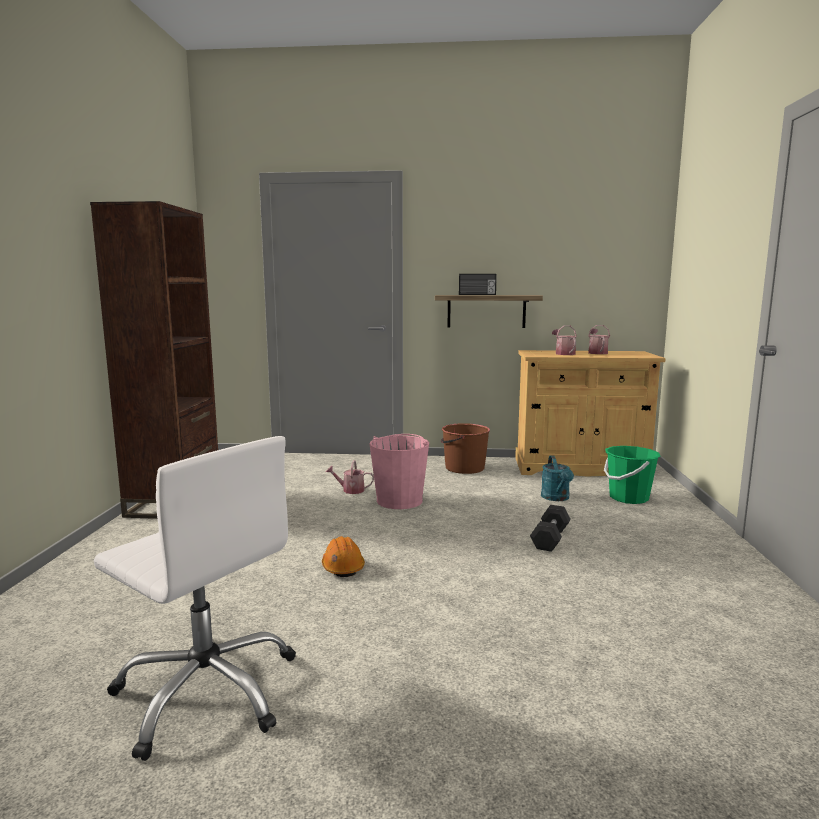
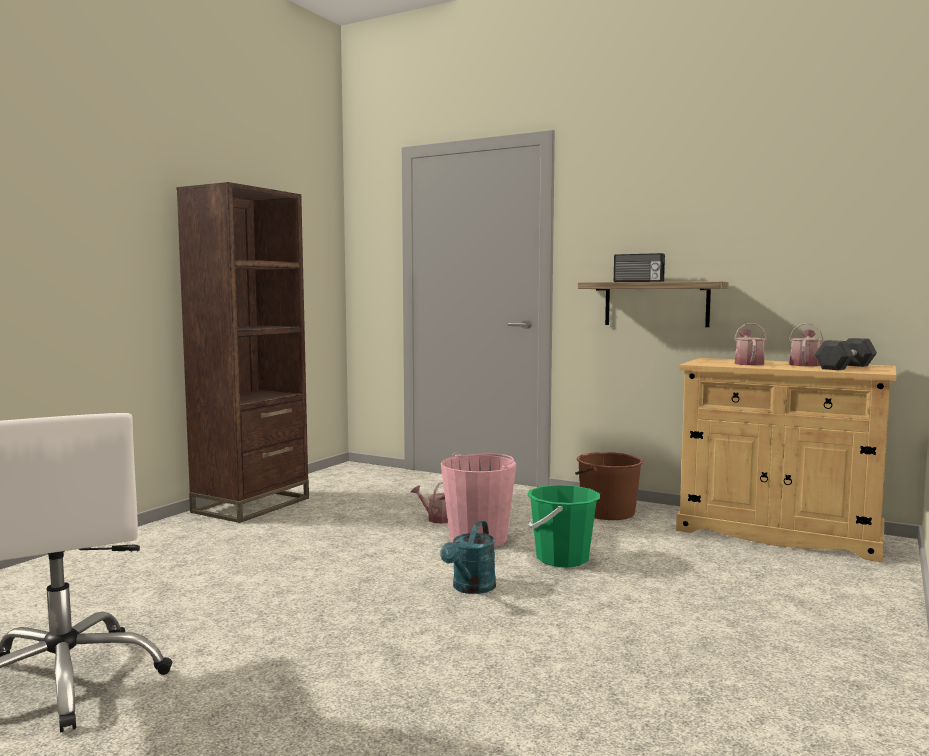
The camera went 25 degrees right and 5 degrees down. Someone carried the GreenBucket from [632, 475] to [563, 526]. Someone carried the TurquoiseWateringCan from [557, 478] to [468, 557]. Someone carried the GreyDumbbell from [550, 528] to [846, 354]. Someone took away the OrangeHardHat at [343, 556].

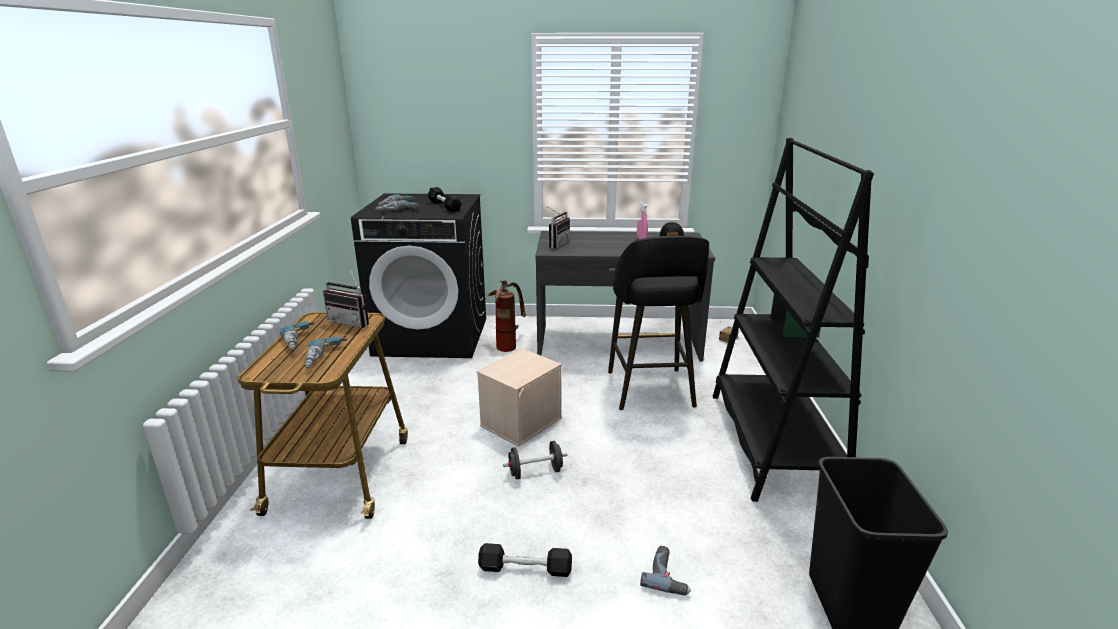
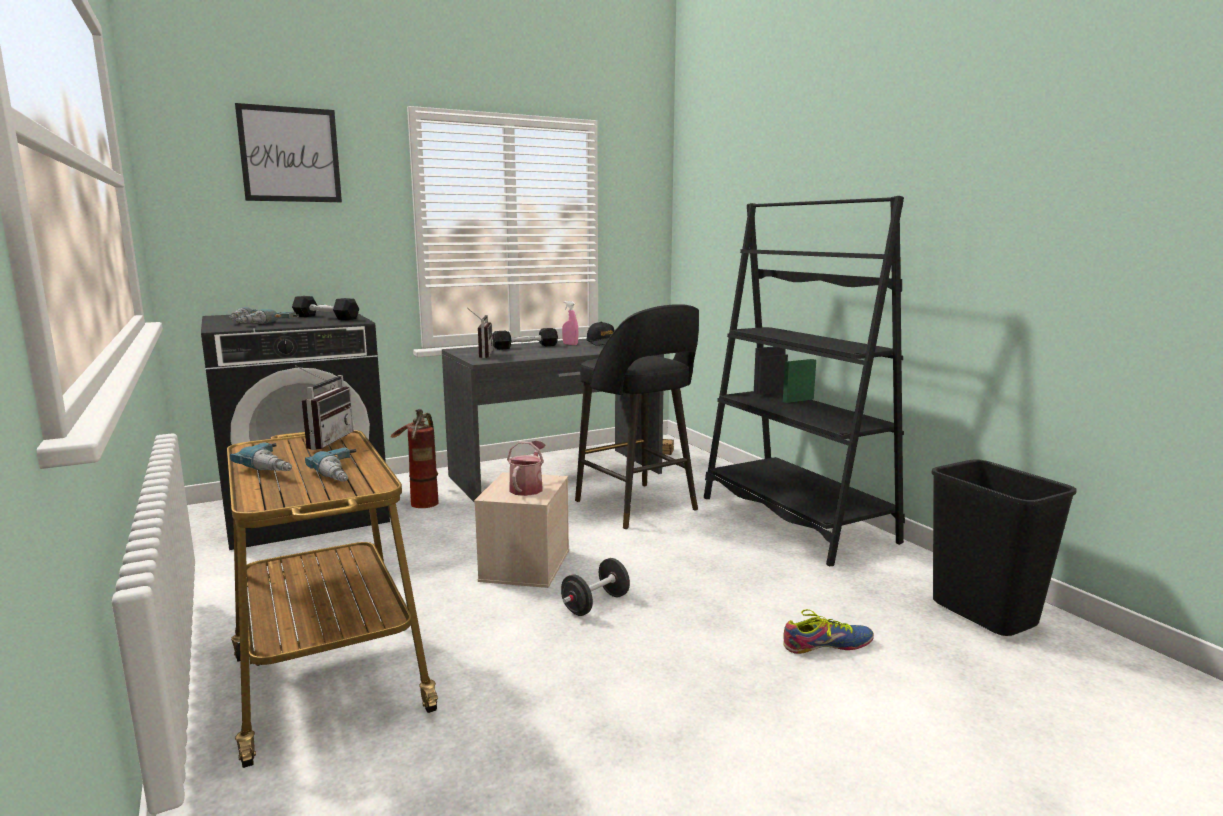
The camera went 30 degrees left and 10 degrees down. Someone rotated the Radio at [346, 298] by 75 degrees counterclockwise. Someone carried the BlackDumbbell from [525, 560] to [525, 339]. Someone swapped the PowerDrill at [665, 571] for the Shoe at [828, 631]. Someone put up the Picture at [288, 152]. Someone put down the WateringCan at [526, 468].

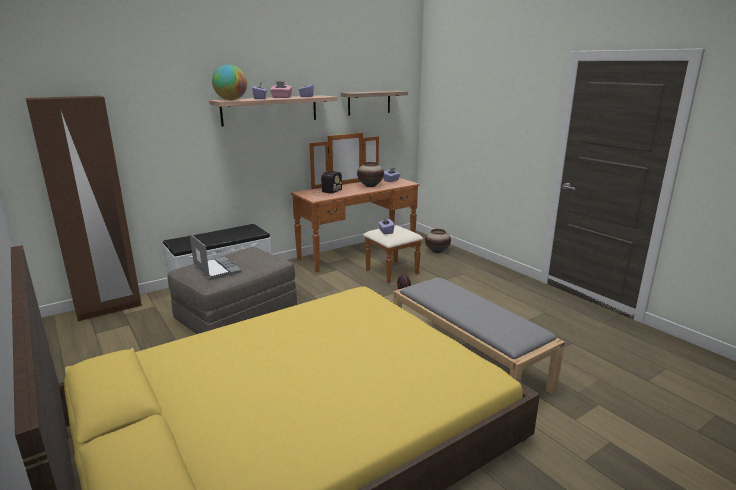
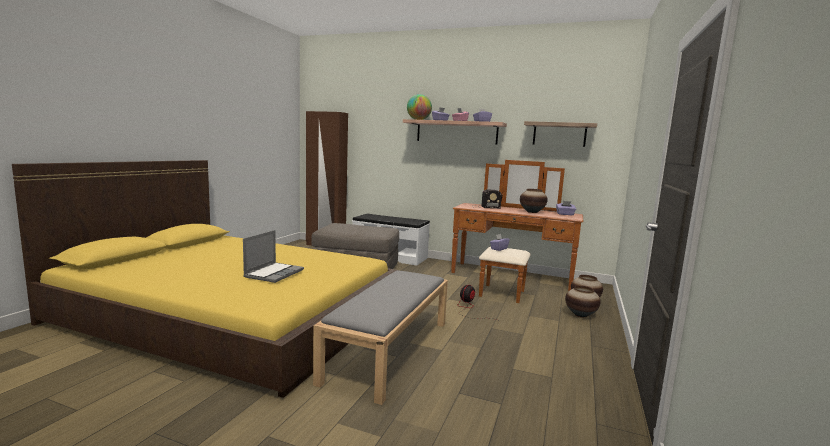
The camera went 55 degrees right and 10 degrees down. Someone carried the Laptop from [215, 256] to [273, 256]. Someone put down the Vase at [583, 301].

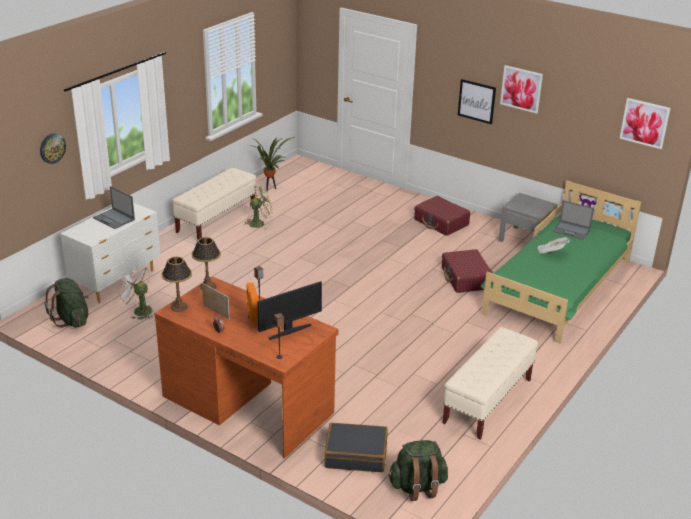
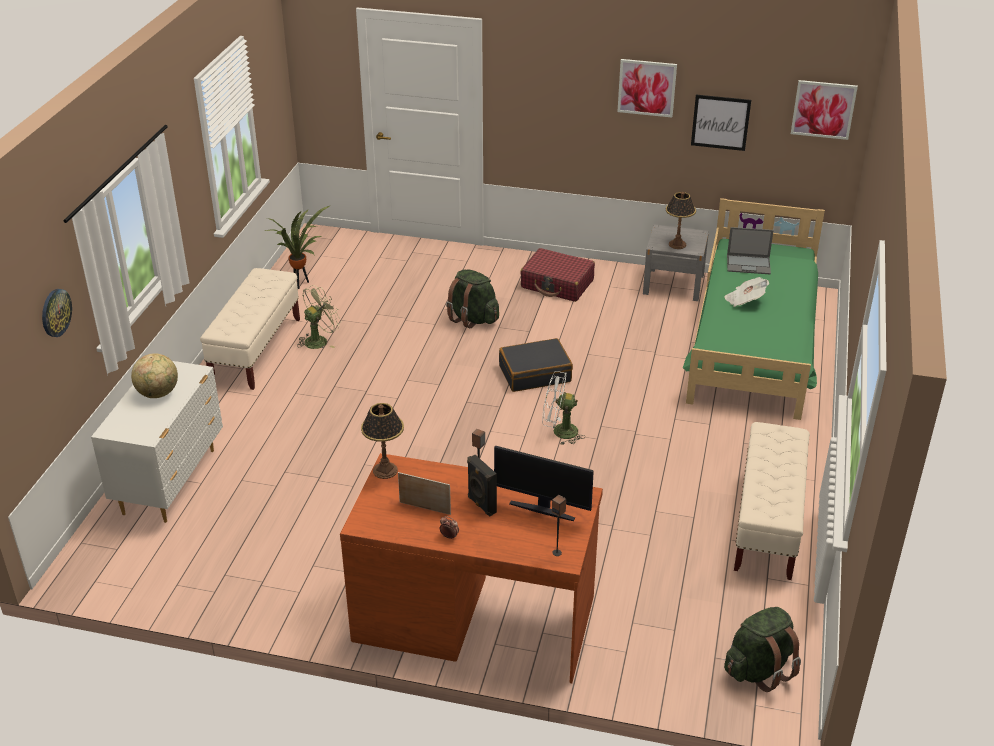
The camera went 20 degrees left and 5 degrees up. Someone carried the Picture from [477, 101] to [721, 123]. Someone swapped the Laptop at [114, 207] for the Globe at [154, 375]. Someone took away the RedSuitcase at [467, 271]. Someone carried the TableLamp from [177, 284] to [681, 220]. Someone carried the WhiteFan from [135, 292] to [564, 408]. Someone carried the GreenBackpack from [67, 303] to [472, 298]. Someone rotated the Monitor at [289, 310] by 75 degrees clockwise. Someone repainted the OrangeSpeaker at [252, 304], which became the BlackSpeaker at [482, 485]. Someone carried the BlackSuitcase from [356, 447] to [536, 365].

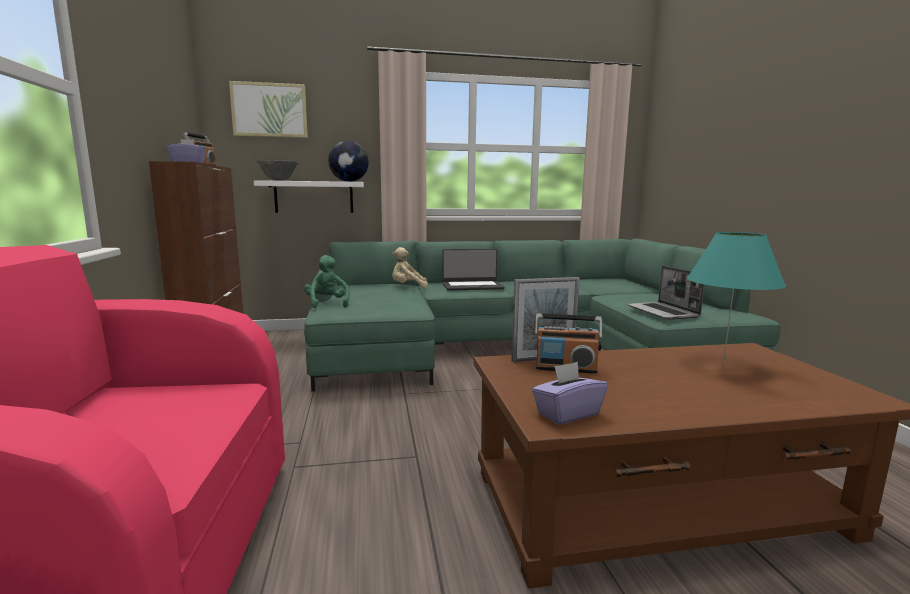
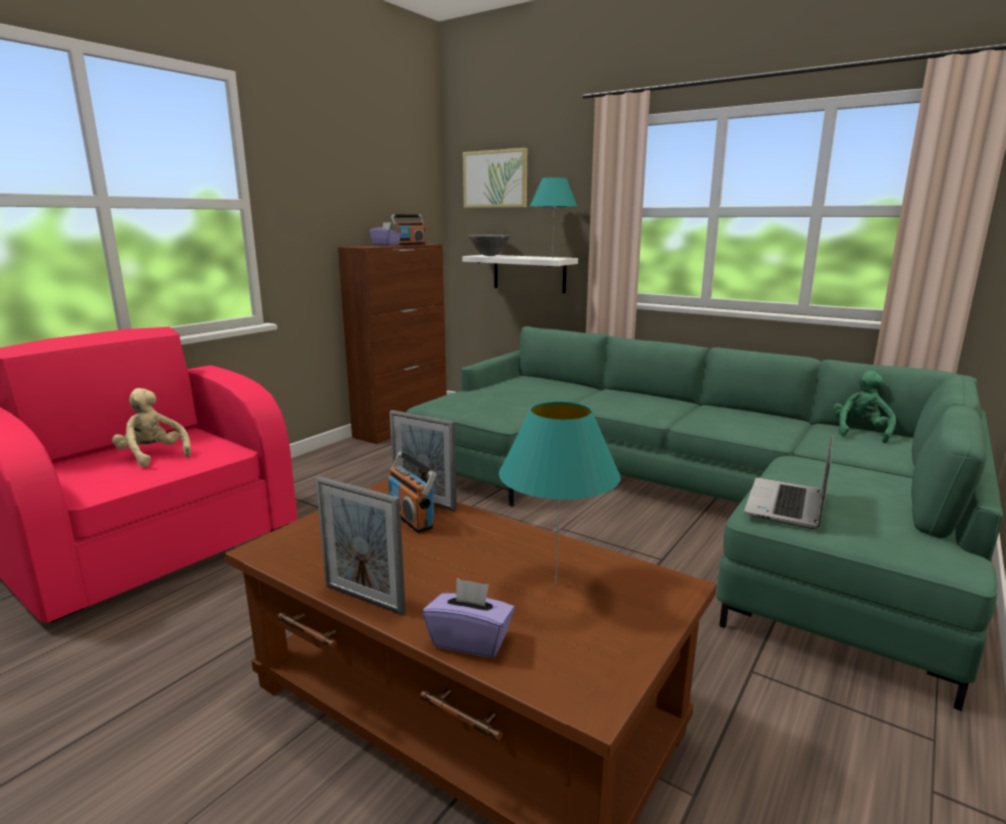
The camera went 45 degrees right and 5 degrees up. Someone swapped the Globe at [348, 161] for the TurquoiseTableLamp at [553, 217]. Someone carried the BeigePlushToy from [410, 267] to [151, 427]. Someone took away the Laptop at [473, 270]. Someone carried the GreenPlushToy from [327, 281] to [864, 407]. Someone carried the PurpleTissueBox from [570, 393] to [469, 618]. Someone put down the PictureFrame at [361, 545].

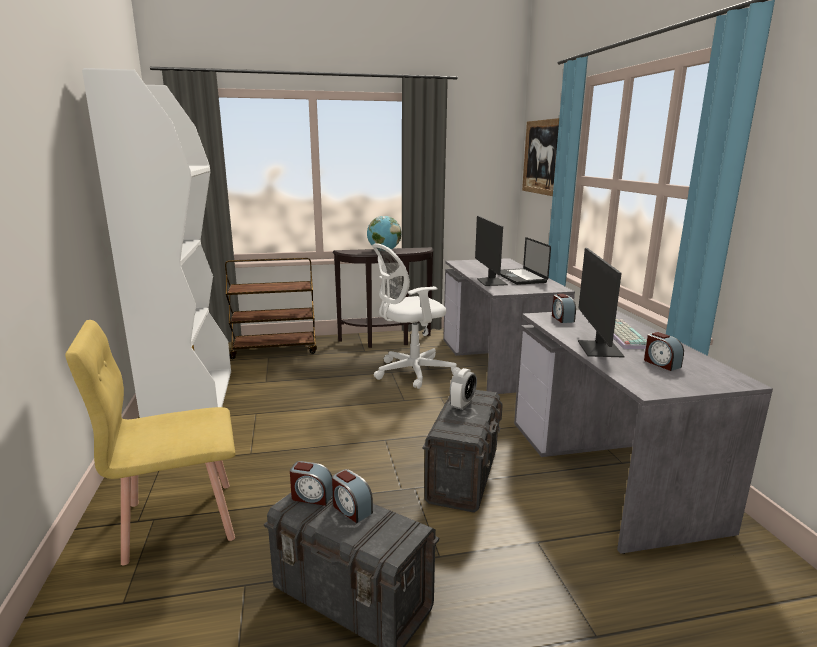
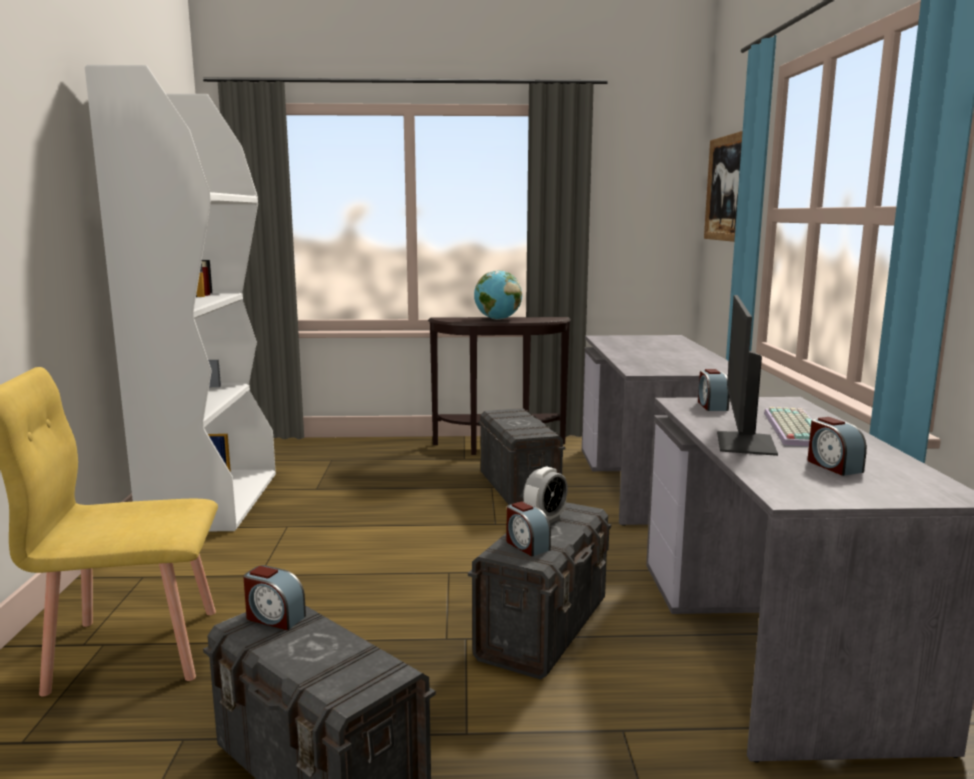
The camera went 10 degrees right and 5 degrees down. Someone took away the Monitor at [491, 251]. Someone took away the Laptop at [525, 261]. Someone swapped the WhiteOfficeChair at [416, 316] for the GreyStorageBox at [522, 456]. Someone took away the BrownCart at [271, 308]. Someone carried the AlarmClock from [352, 496] to [529, 528].

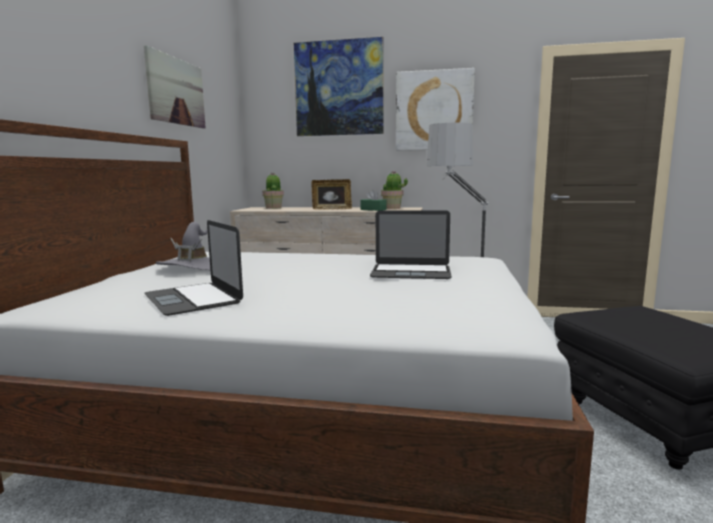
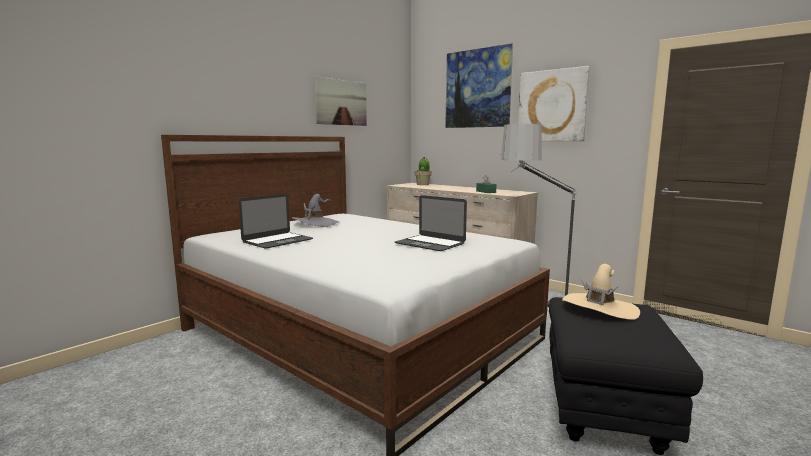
The camera went 30 degrees right and 0 degrees up. Someone took away the PottedPlant at [394, 190]. Someone took away the PictureFrame at [331, 194]. Someone rotated the Laptop at [193, 268] by 135 degrees counterclockwise. Someone put down the BeigeHat at [601, 292].

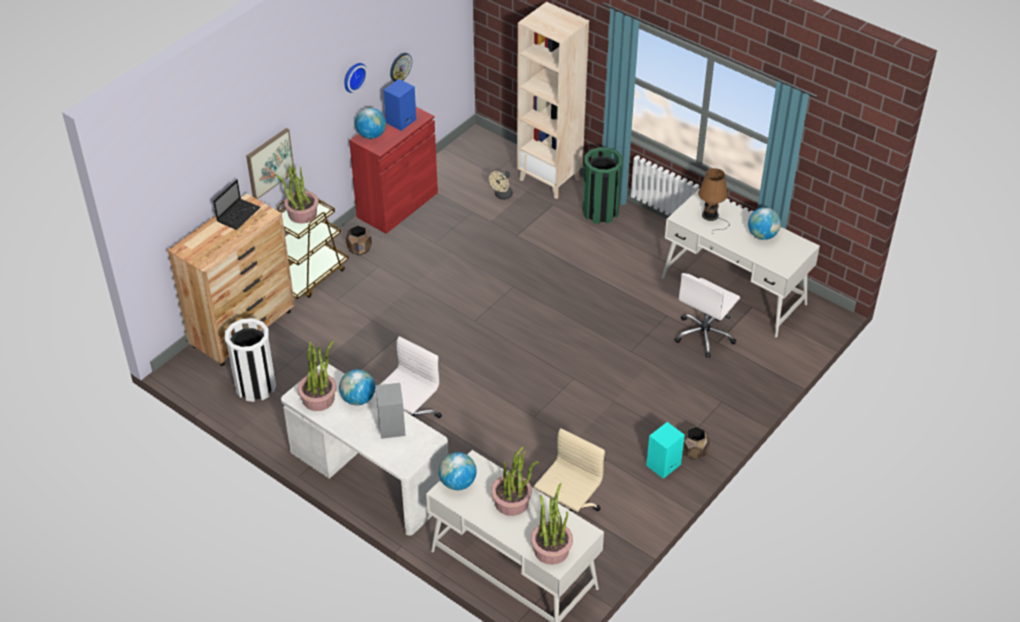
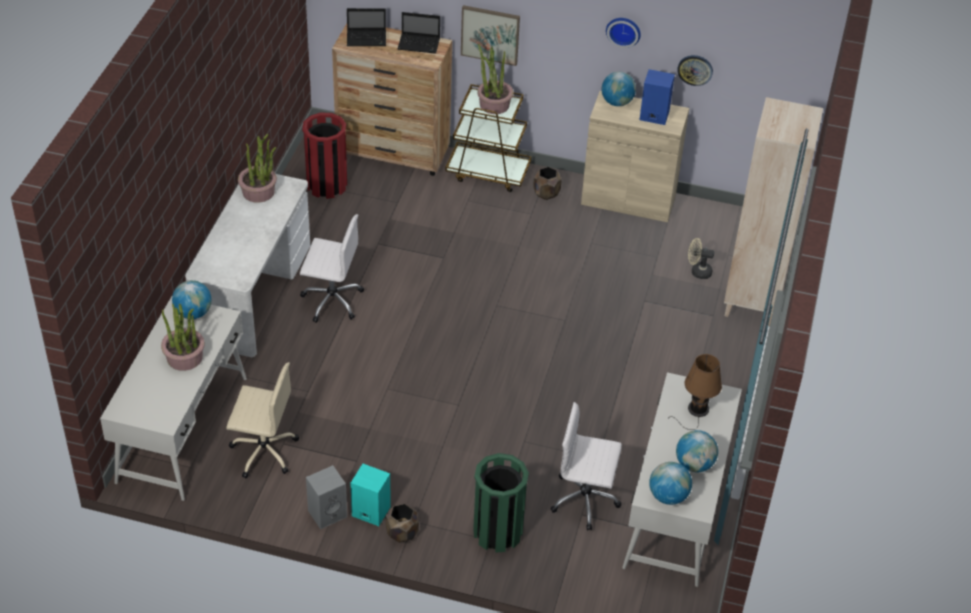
The camera went 65 degrees right and 0 degrees up. Someone repainted the RedCabinet at [393, 170], which became the BeigeCabinet at [635, 156]. Someone carried the GreenTrashCan from [603, 185] to [501, 503]. Someone repainted the WhiteTrashCan at [250, 360], which became the RedTrashCan at [324, 155]. Someone carried the Globe from [357, 387] to [670, 483]. Someone carried the GreySpeaker from [391, 411] to [326, 497]. Someone took away the PottedPlant at [552, 524]. Someone put down the Laptop at [366, 27].

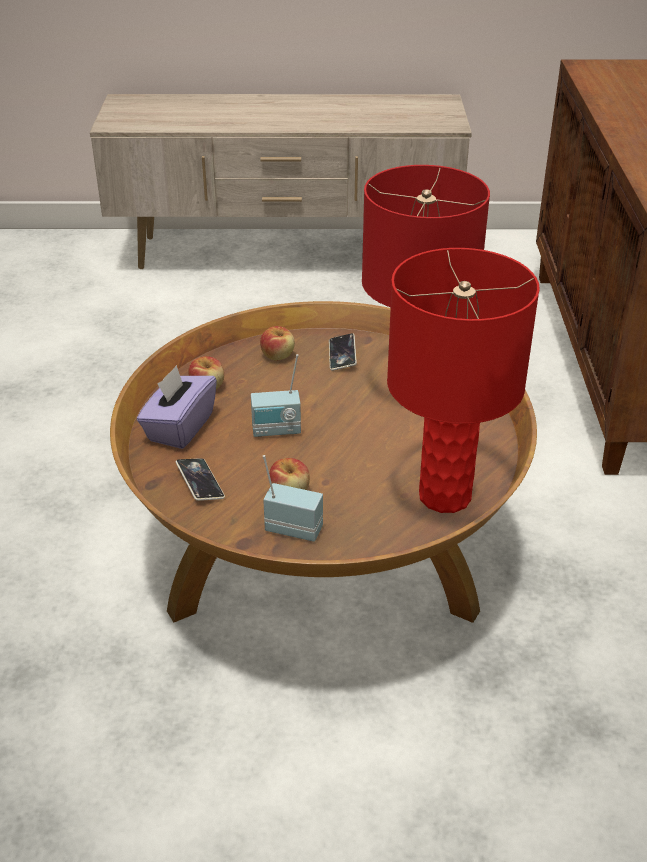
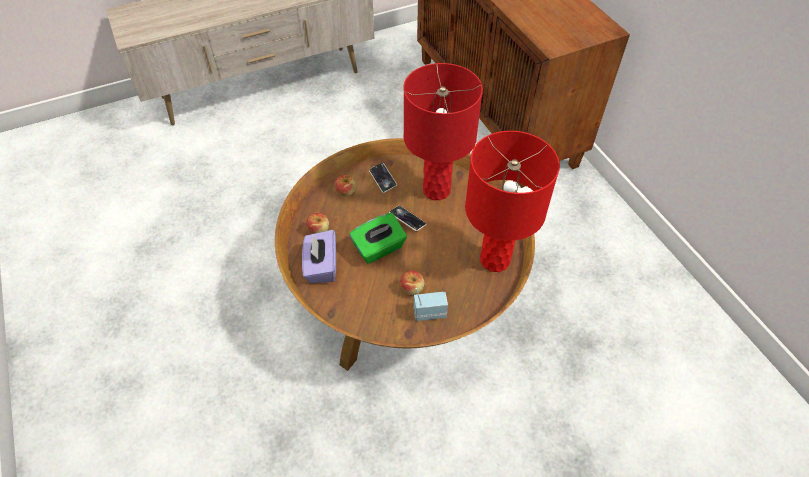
The camera went 25 degrees left and 15 degrees up. Someone swapped the Radio at [276, 395] for the GreenTissueBox at [378, 238]. Someone carried the Phone from [200, 479] to [408, 218].

